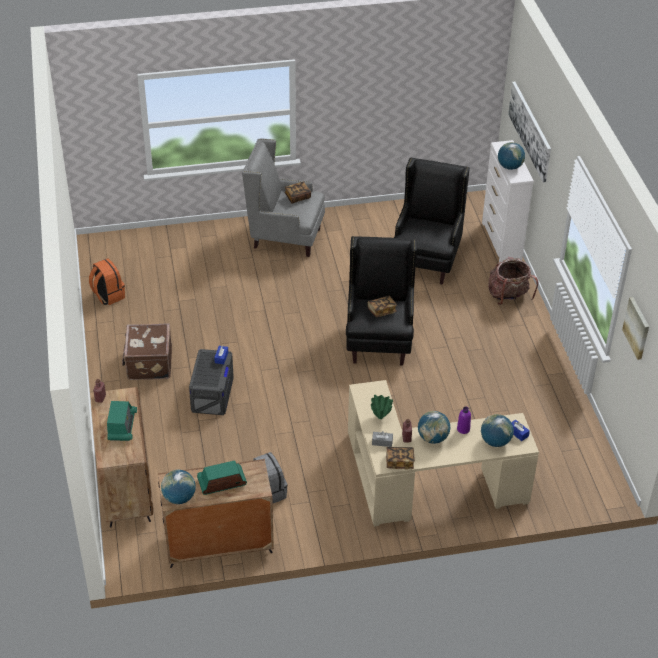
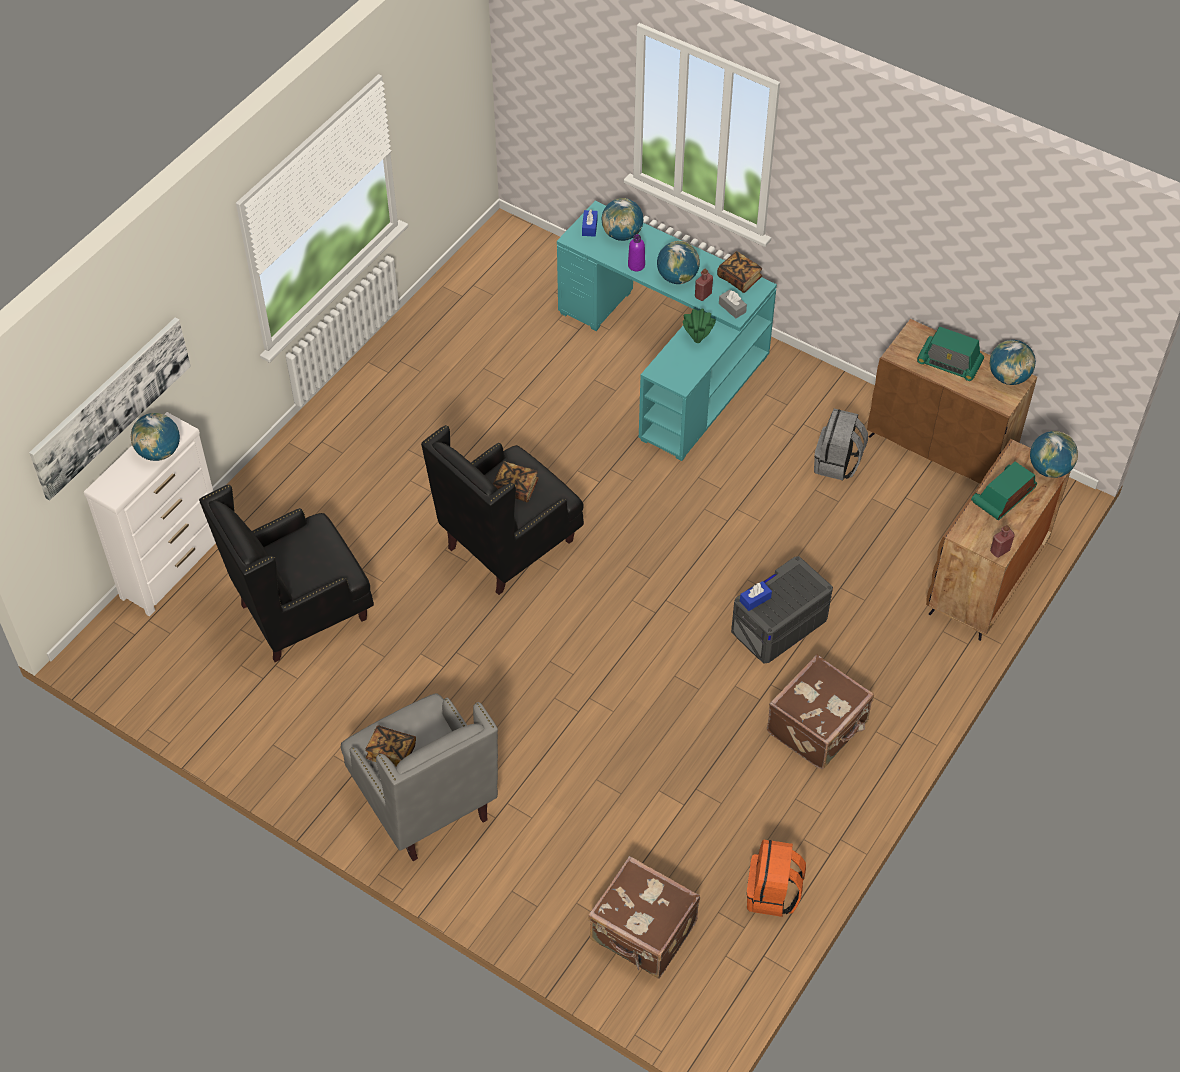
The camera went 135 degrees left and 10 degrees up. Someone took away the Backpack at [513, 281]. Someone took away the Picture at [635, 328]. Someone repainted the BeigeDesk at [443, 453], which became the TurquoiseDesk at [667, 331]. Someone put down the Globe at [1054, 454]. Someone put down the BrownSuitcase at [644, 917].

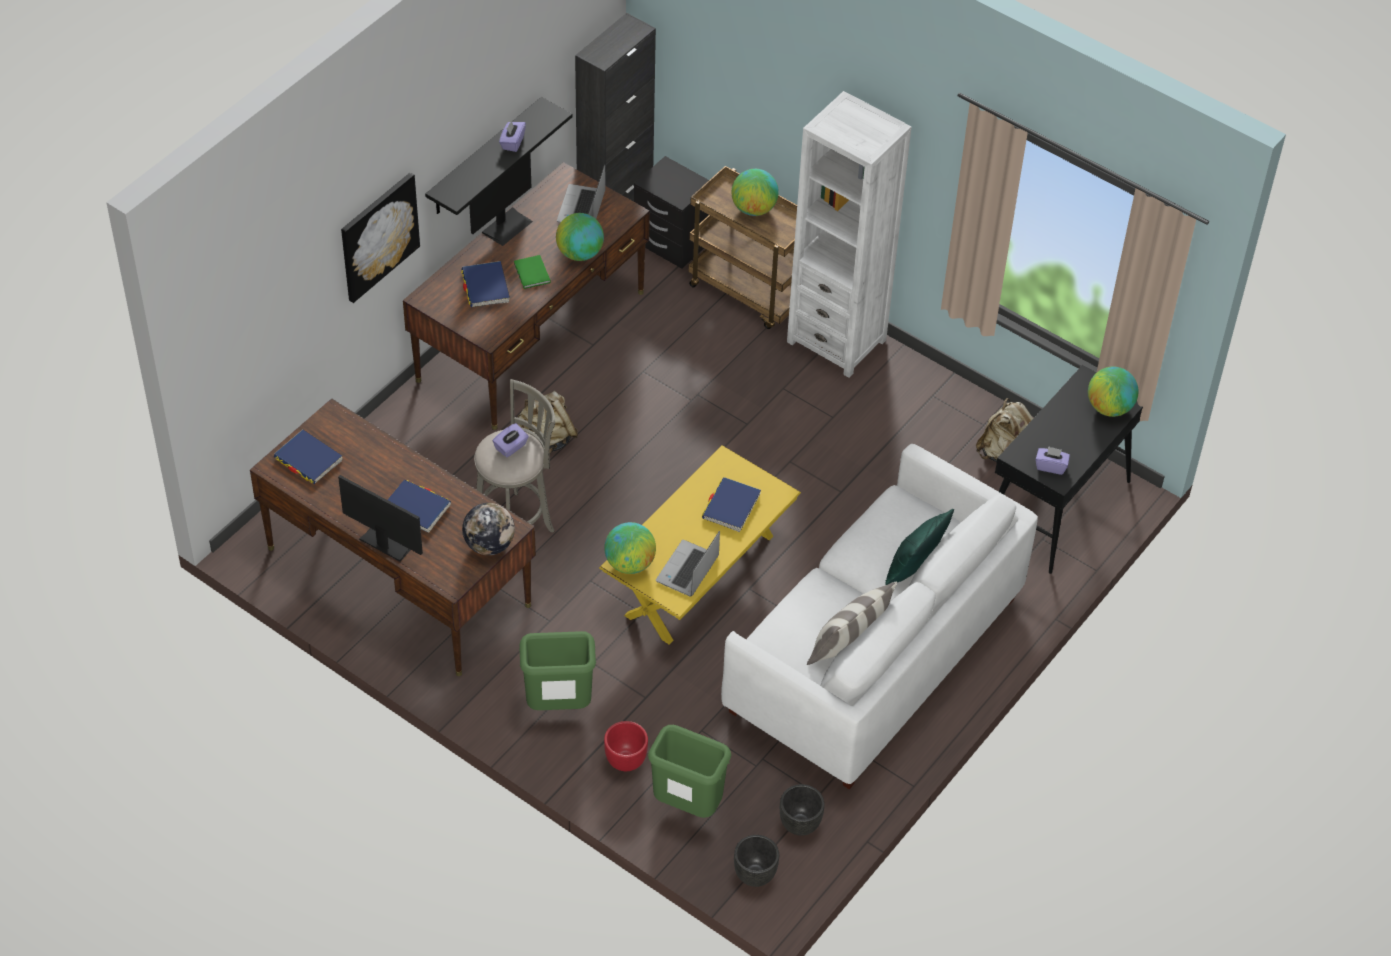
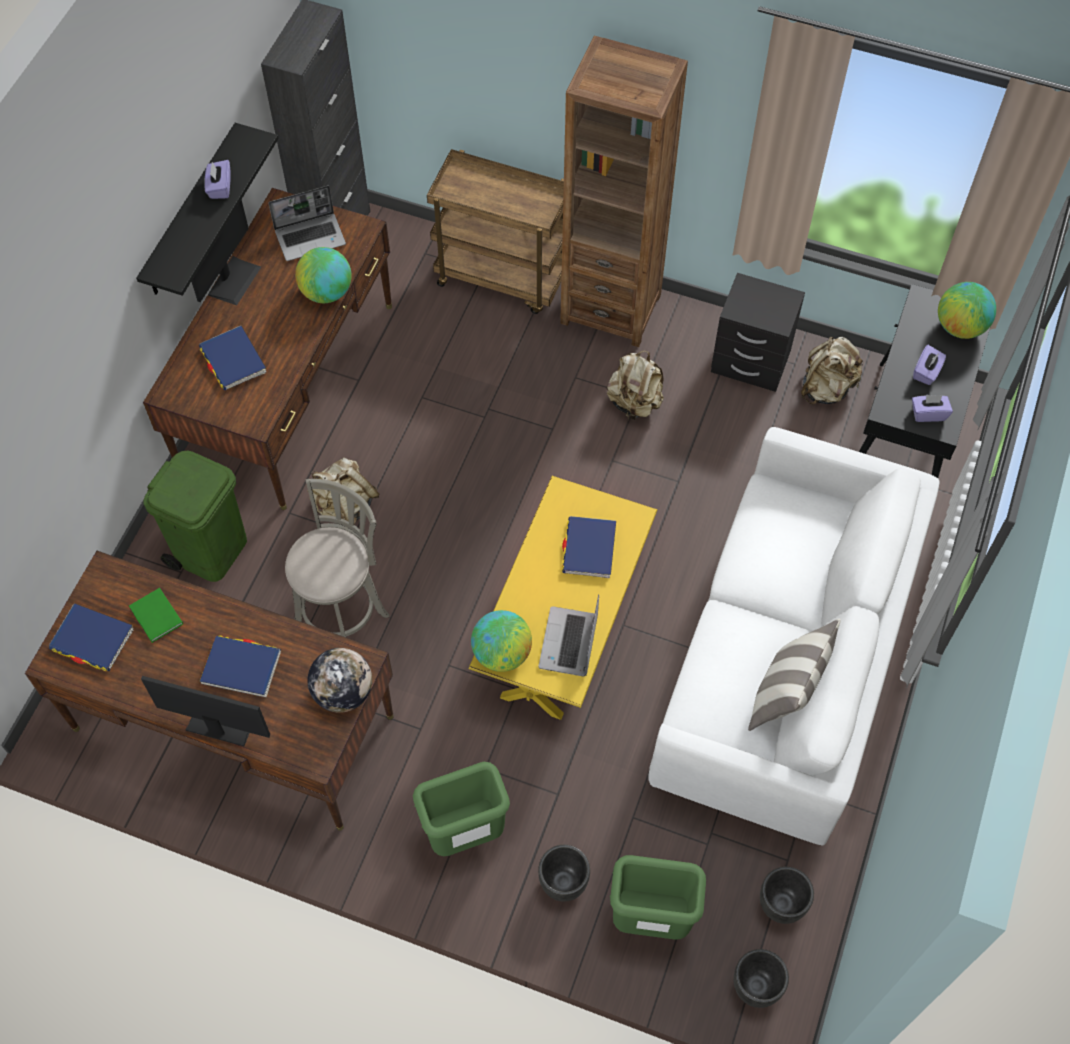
The camera went 15 degrees left and 10 degrees up. Someone repainted the WhiteBookcase at [849, 234], which became the BrownBookcase at [624, 191]. Someone carried the BlackNightstand from [671, 212] to [758, 332]. Someone rotated the Laptop at [581, 193] by 105 degrees counterclockwise. Someone took away the Globe at [755, 192]. Someone took away the Picture at [380, 237]. Someone carried the GreenBook from [532, 272] to [156, 615]. Someone carried the PurpleTissueBox from [511, 440] to [929, 365]. Someone took away the GreenPillow at [919, 547]. Someone repainted the RedPlanter at [626, 746], which became the BlackPlanter at [564, 873]. Someone put down the BeigeBackpack at [635, 385]. Someone put down the GreenTrashCan at [195, 516].

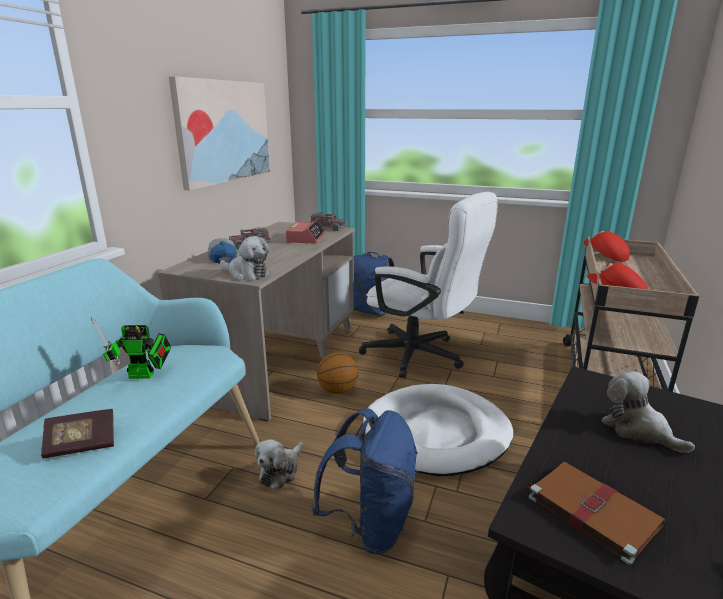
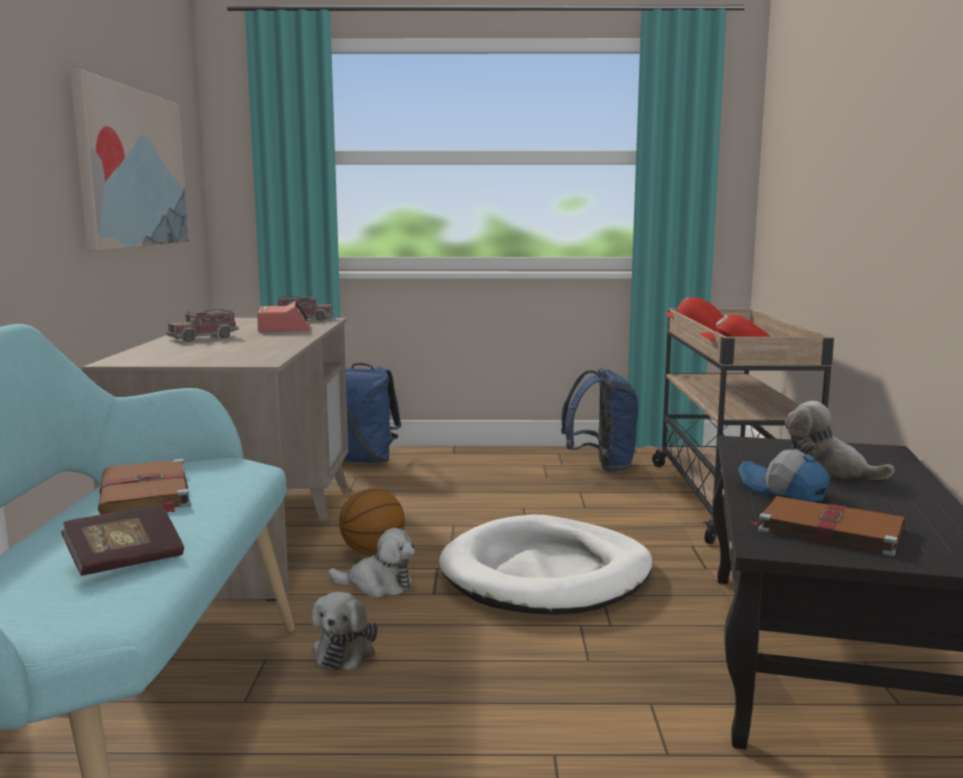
The camera went 20 degrees left and 10 degrees down. Someone took away the WhiteOfficeChair at [428, 285]. Someone carried the PlushToy from [245, 258] to [371, 563]. Someone carried the Cap from [222, 250] to [784, 475]. Someone swapped the ToyRobot at [131, 348] for the BrownBook at [144, 487]. Someone carried the BlueBackpack from [365, 481] to [599, 420].

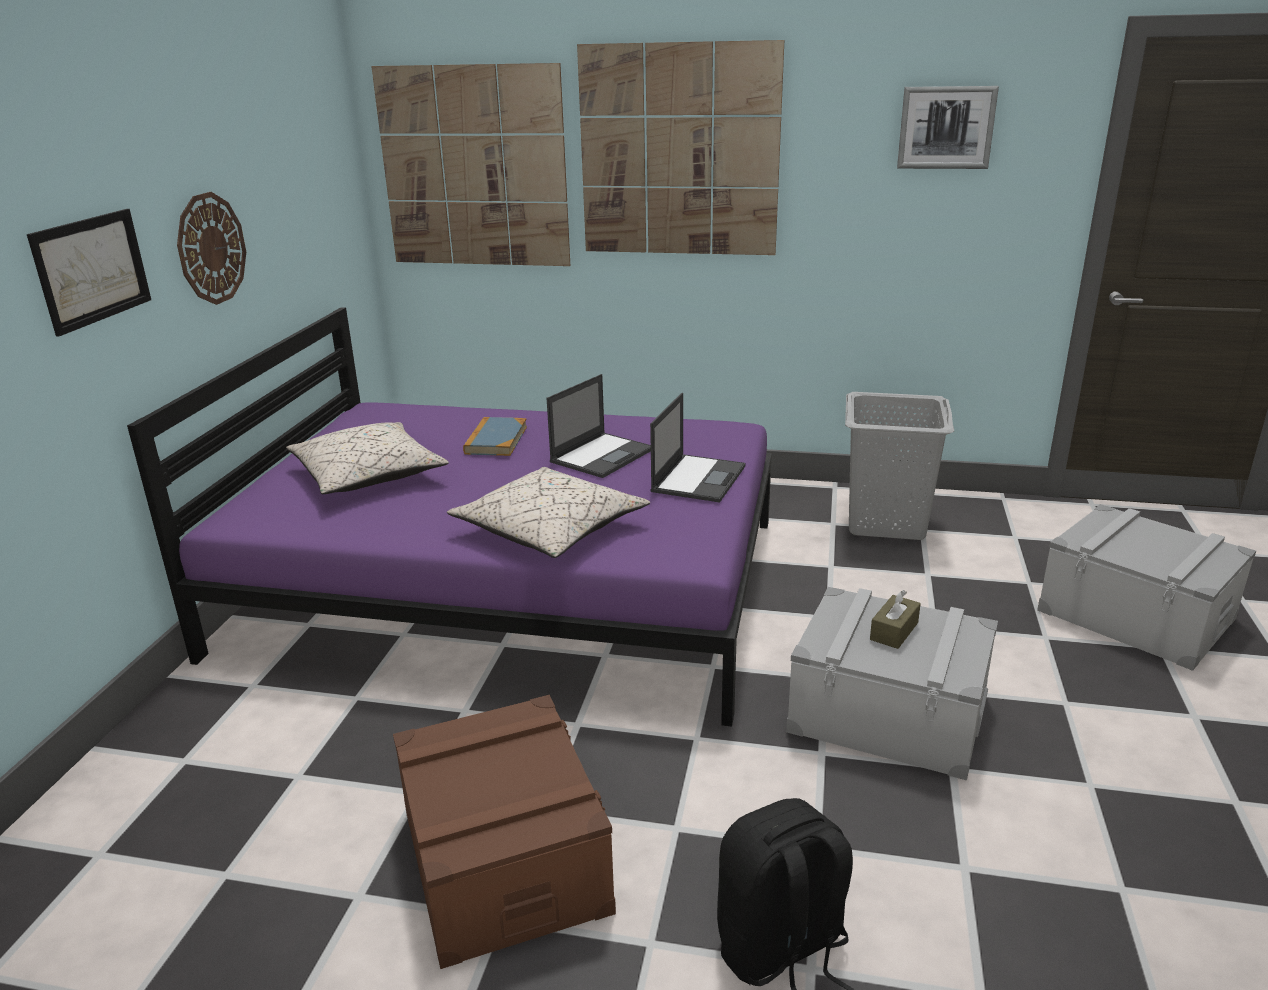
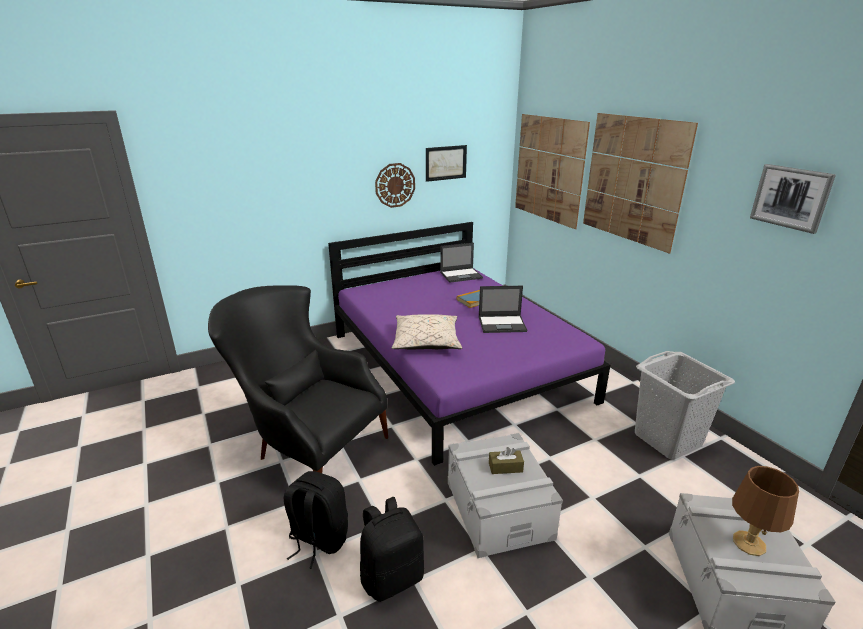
The camera went 50 degrees right and 0 degrees up. Someone carried the Picture from [89, 272] to [446, 163]. Someone carried the Laptop from [698, 447] to [461, 263]. Someone took away the BeigePillow at [367, 458]. Someone swapped the BrownStorageBox at [504, 832] for the BlackArmchair at [298, 379]. Someone put down the BrownTableLamp at [765, 511]. Someone put down the BlackBackpack at [392, 549].

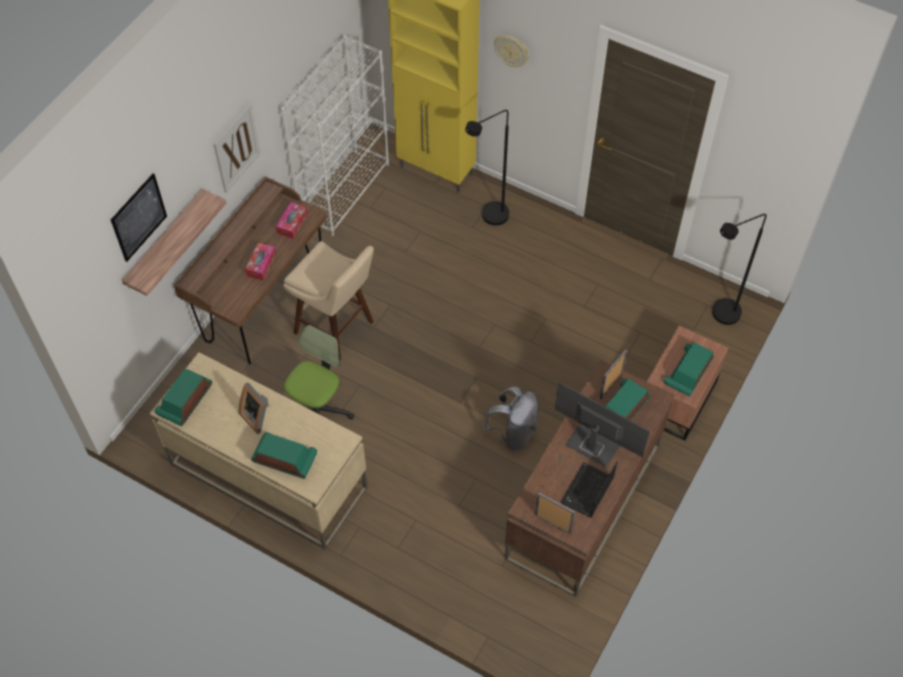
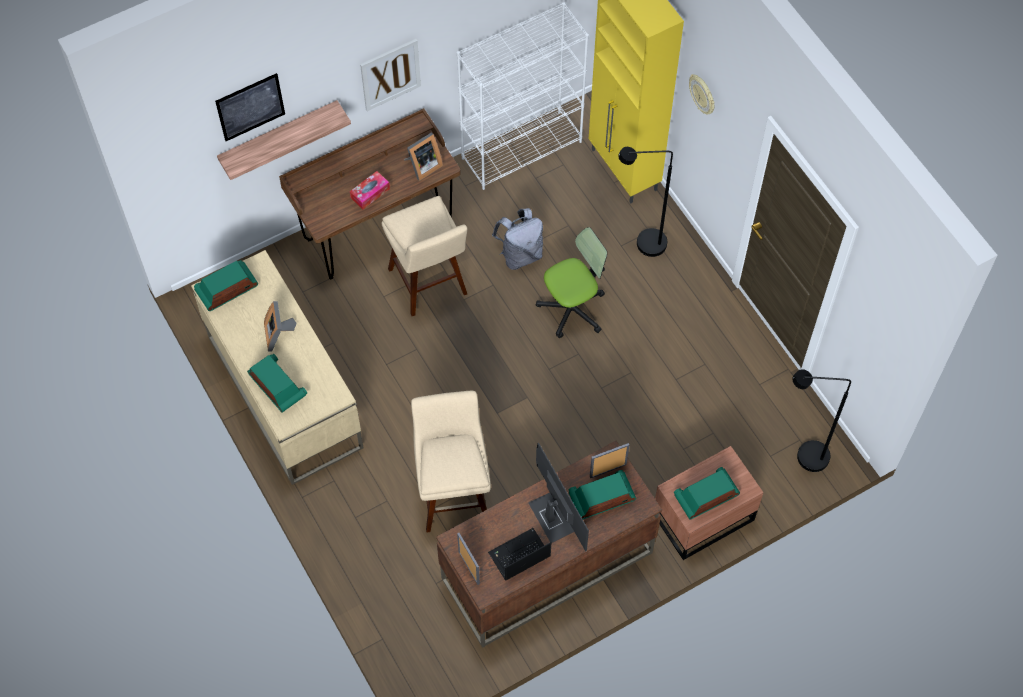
The camera went 30 degrees right and 5 degrees up. Someone swapped the TissueBox at [292, 220] for the PictureFrame at [423, 157]. Someone carried the OfficeChair from [319, 372] to [571, 282]. Someone carried the GreyBackpack from [511, 419] to [517, 239]. Someone put down the BeigeStool at [451, 462].

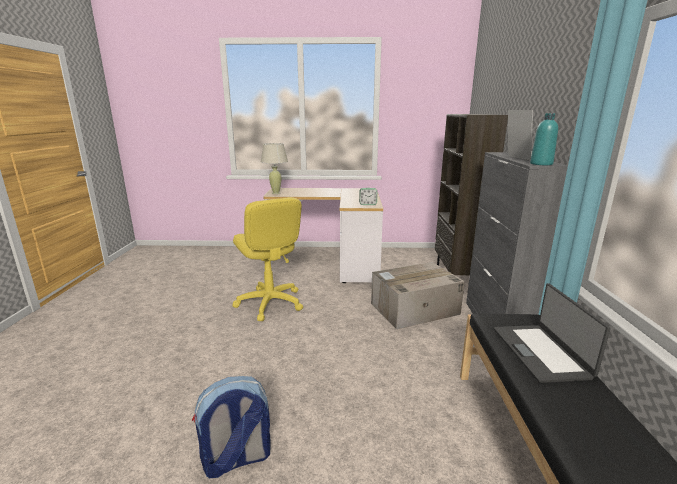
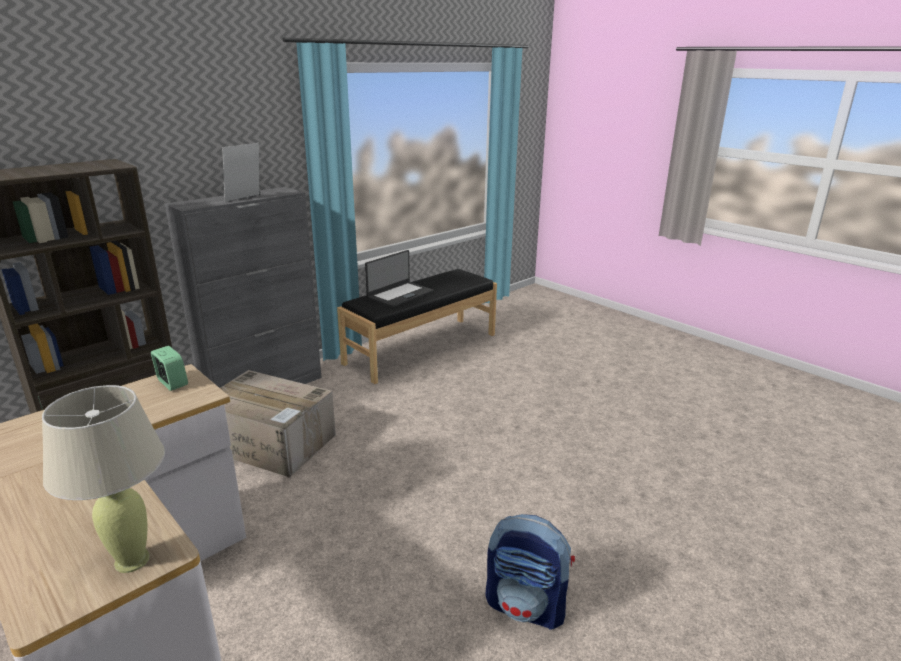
The camera went 135 degrees left and 5 degrees up. Someone took away the TurquoiseBottle at [544, 139]. Someone took away the YellowOfficeChair at [267, 259]. Someone carried the Backpack from [231, 427] to [530, 572].

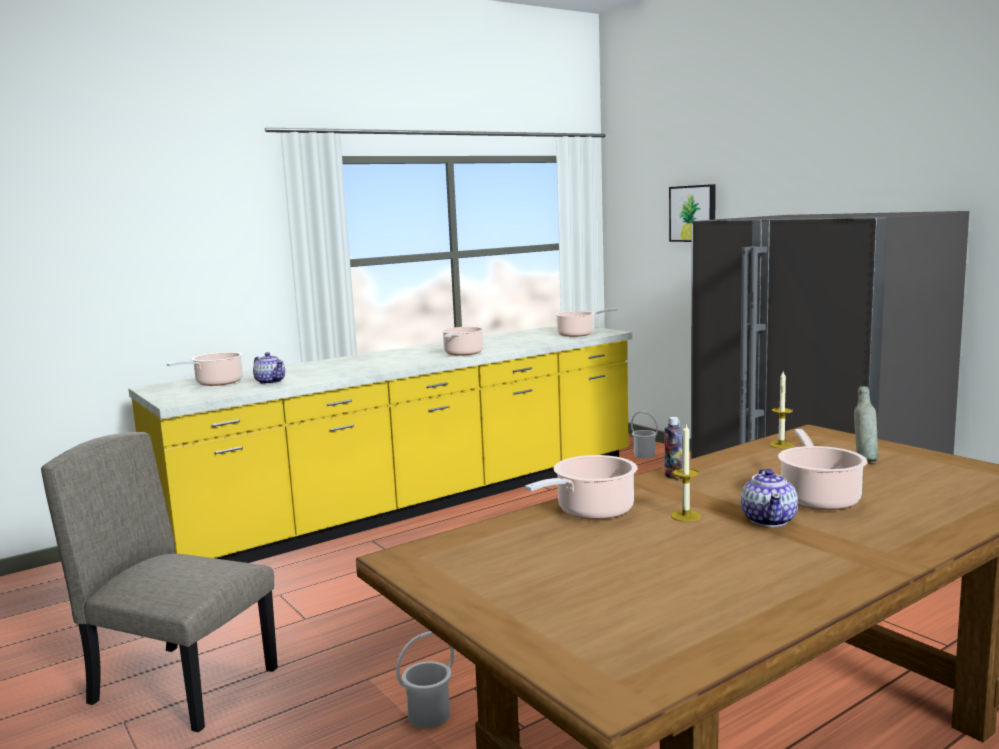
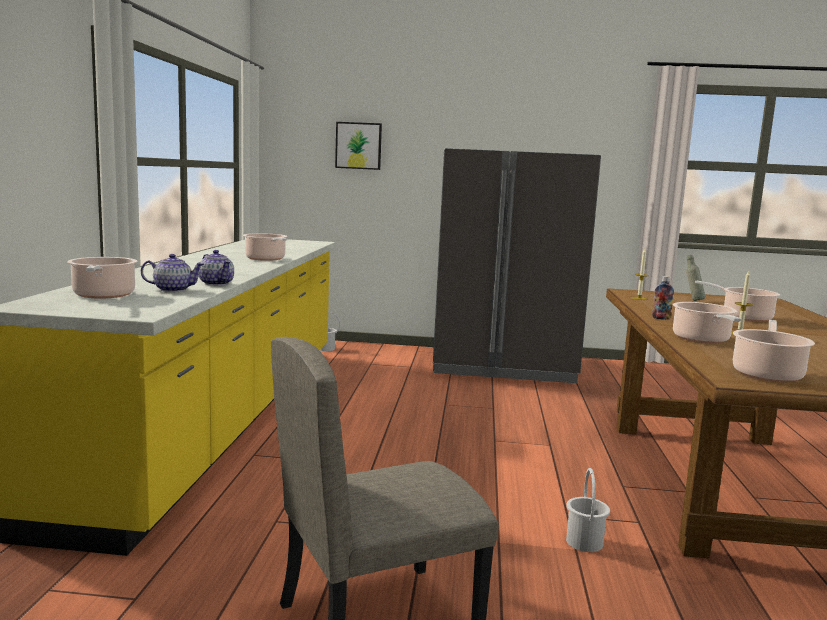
The camera went 50 degrees left and 0 degrees up. Someone carried the CookingPot from [586, 322] to [774, 351]. Someone carried the Teapot from [769, 498] to [216, 268].

